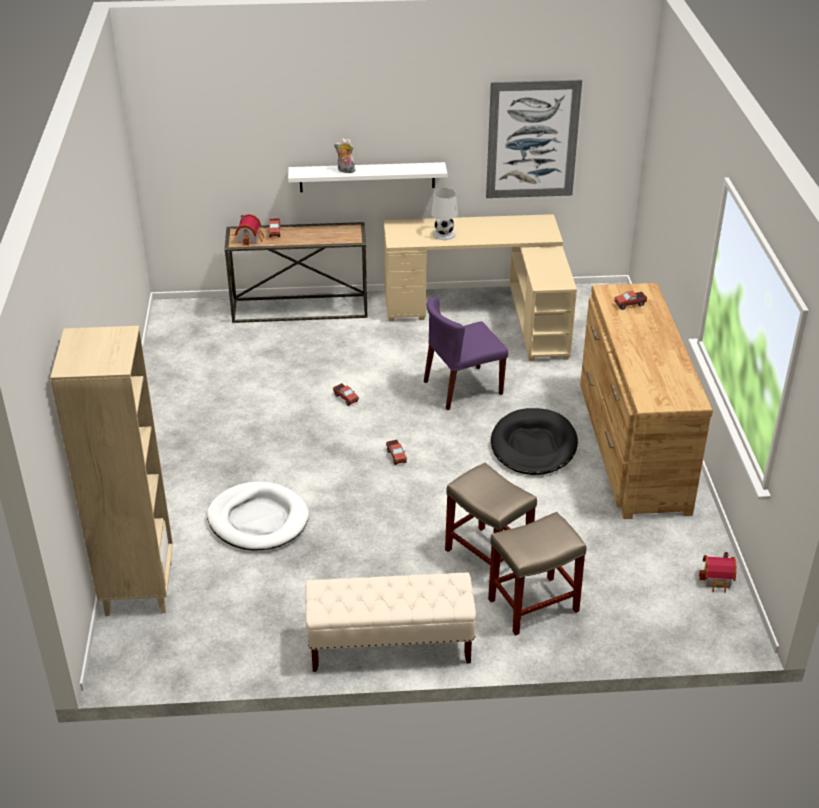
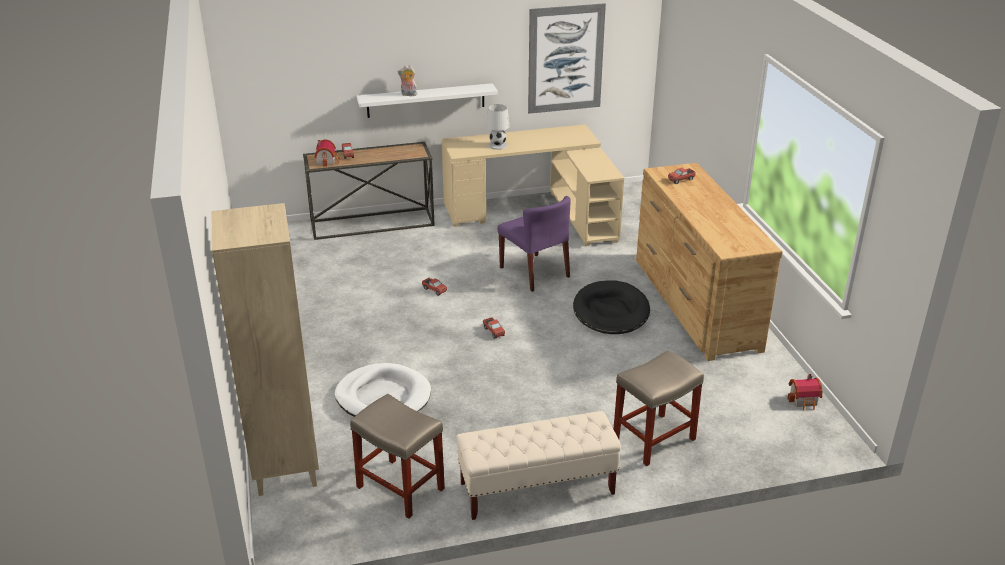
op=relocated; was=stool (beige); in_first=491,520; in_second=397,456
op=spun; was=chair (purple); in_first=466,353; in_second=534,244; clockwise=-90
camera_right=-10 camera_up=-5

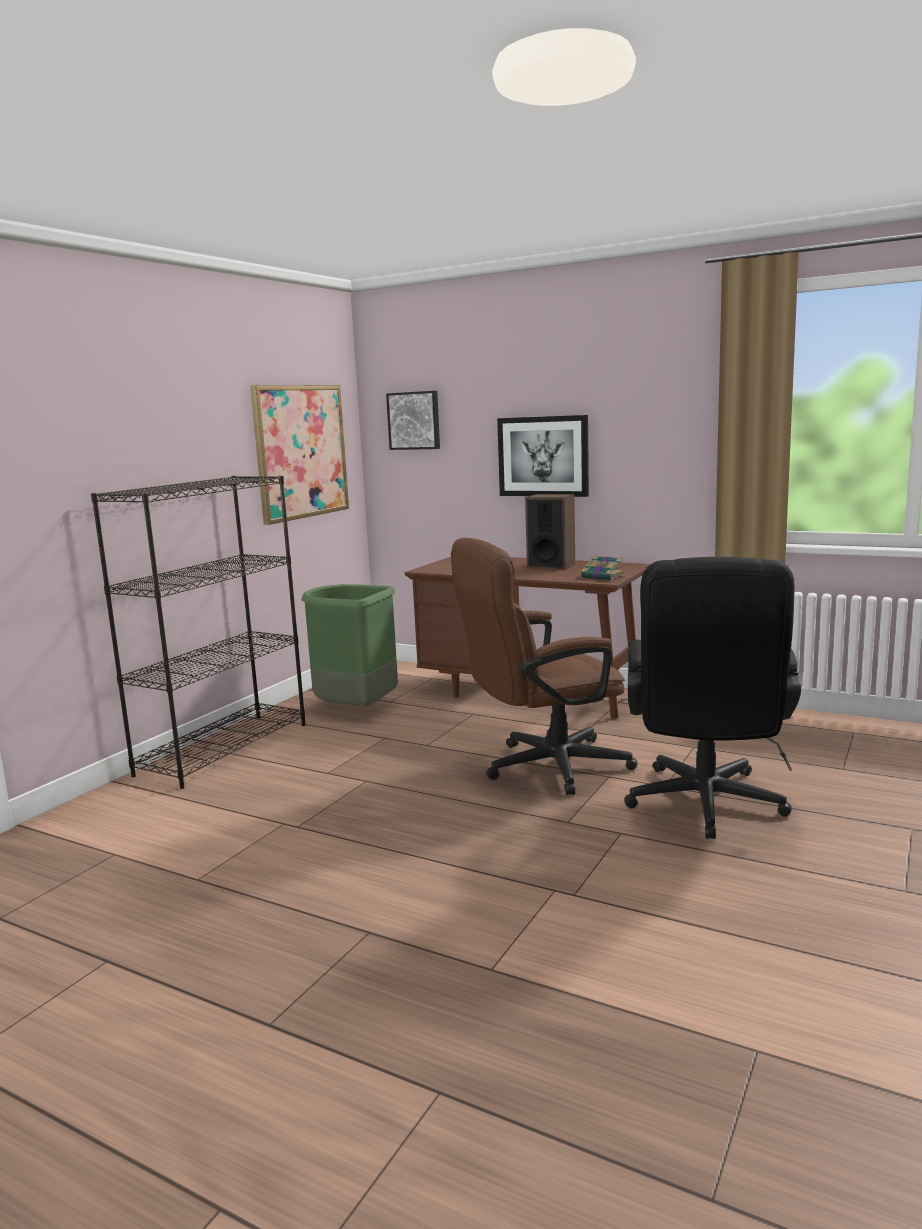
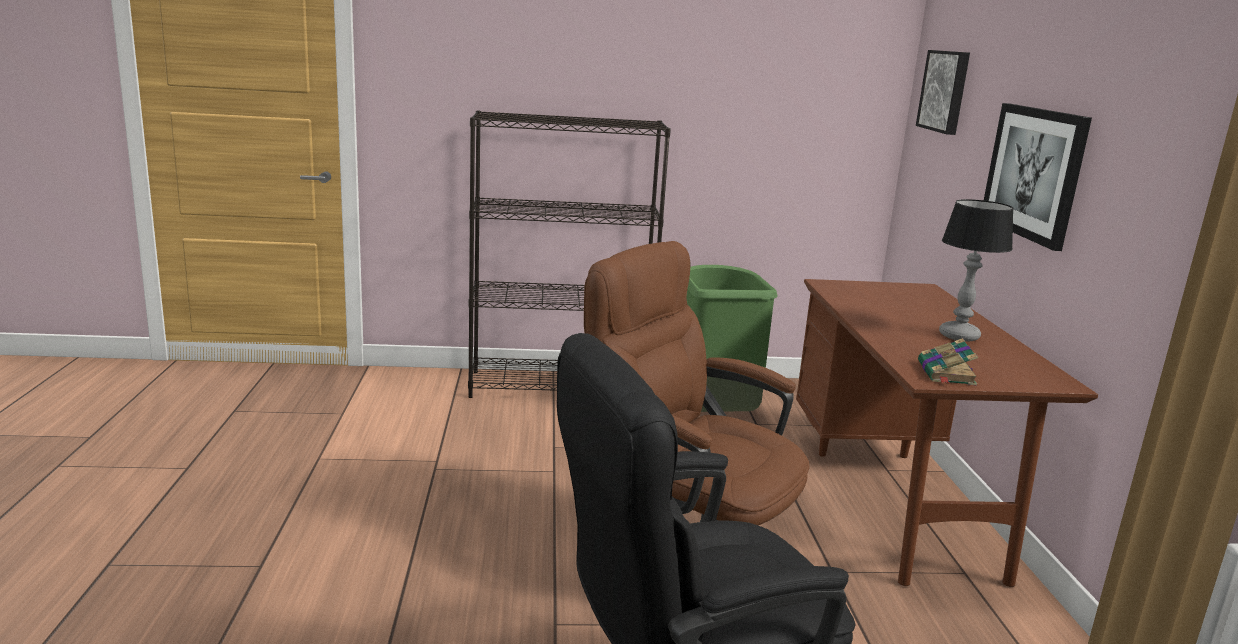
op=missing; was=picture; in_first=299,455
op=exchanged; was=speaker; now=table lamp; in_first=550,532; in_second=976,270
camera_right=55 camera_up=5

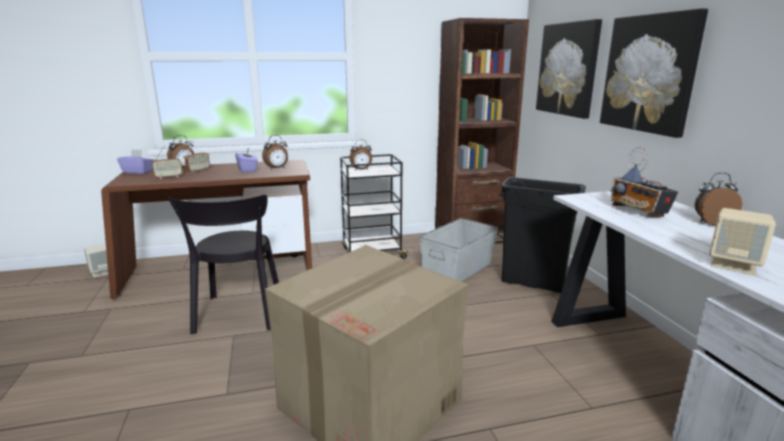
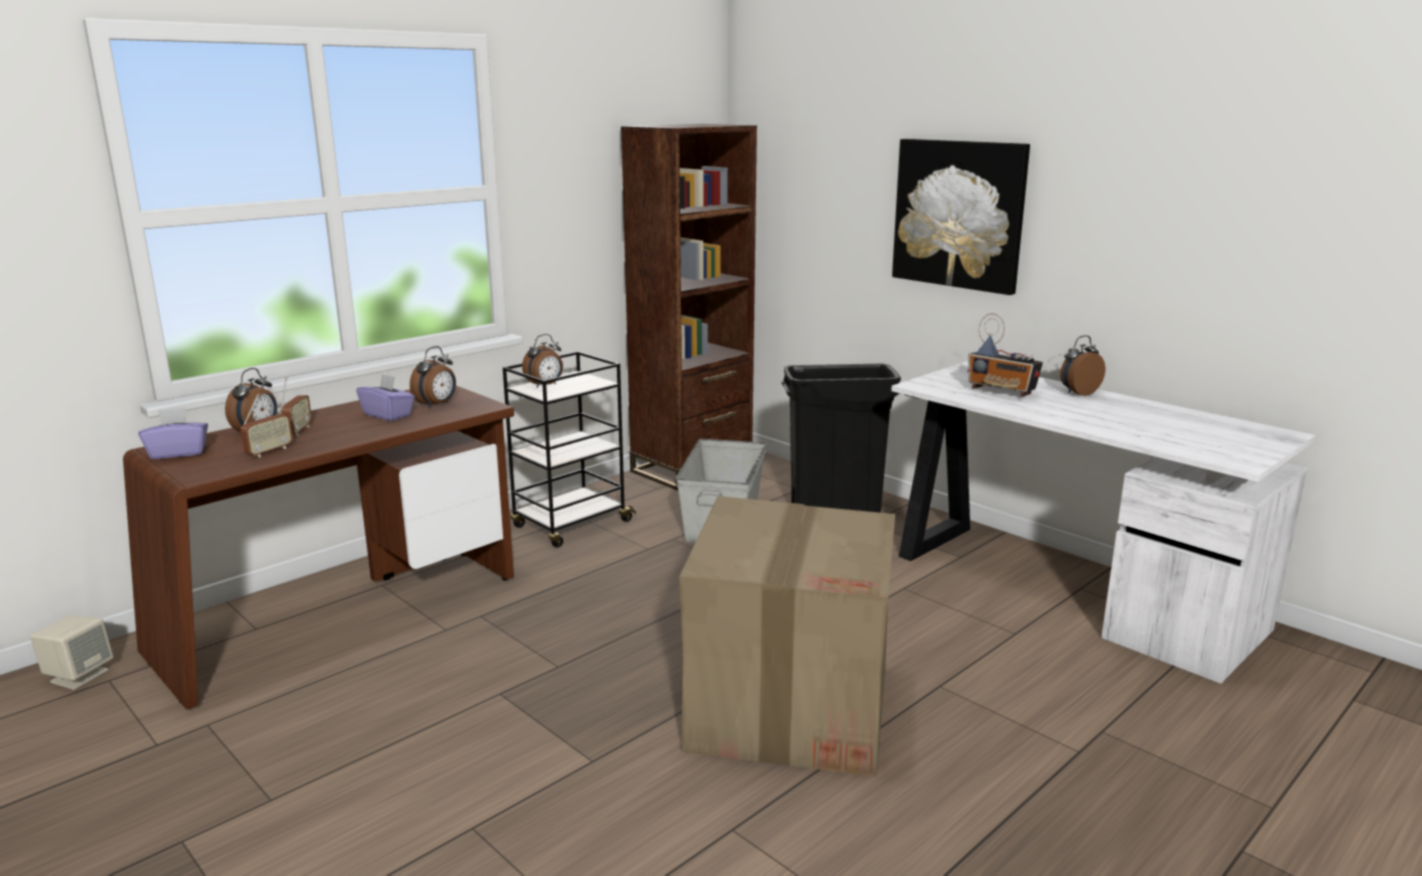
op=missing; was=chair (black); in_first=223,264
op=missing; was=picture; in_first=569,69
op=missing; was=speaker (beige); in_first=742,242
camera_right=-30 camera_up=0

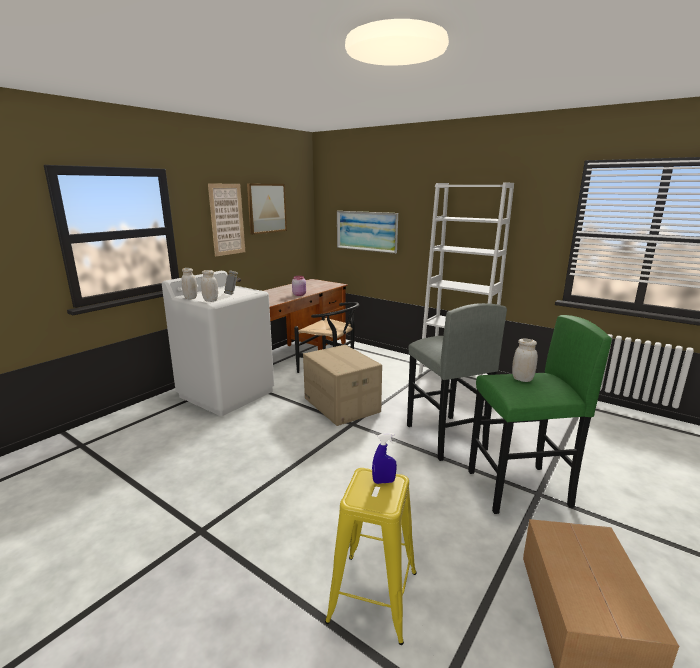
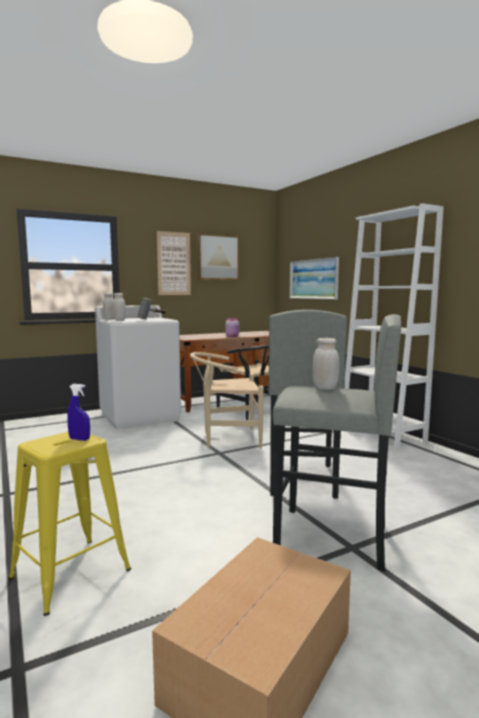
op=exchanged; was=cardboard box; now=chair (beige); in_first=342,385; in_second=227,400
op=colour; was=stool (green); now=stool (grey); in_first=540,414; in_second=337,442
camera_right=25 camera_up=-10

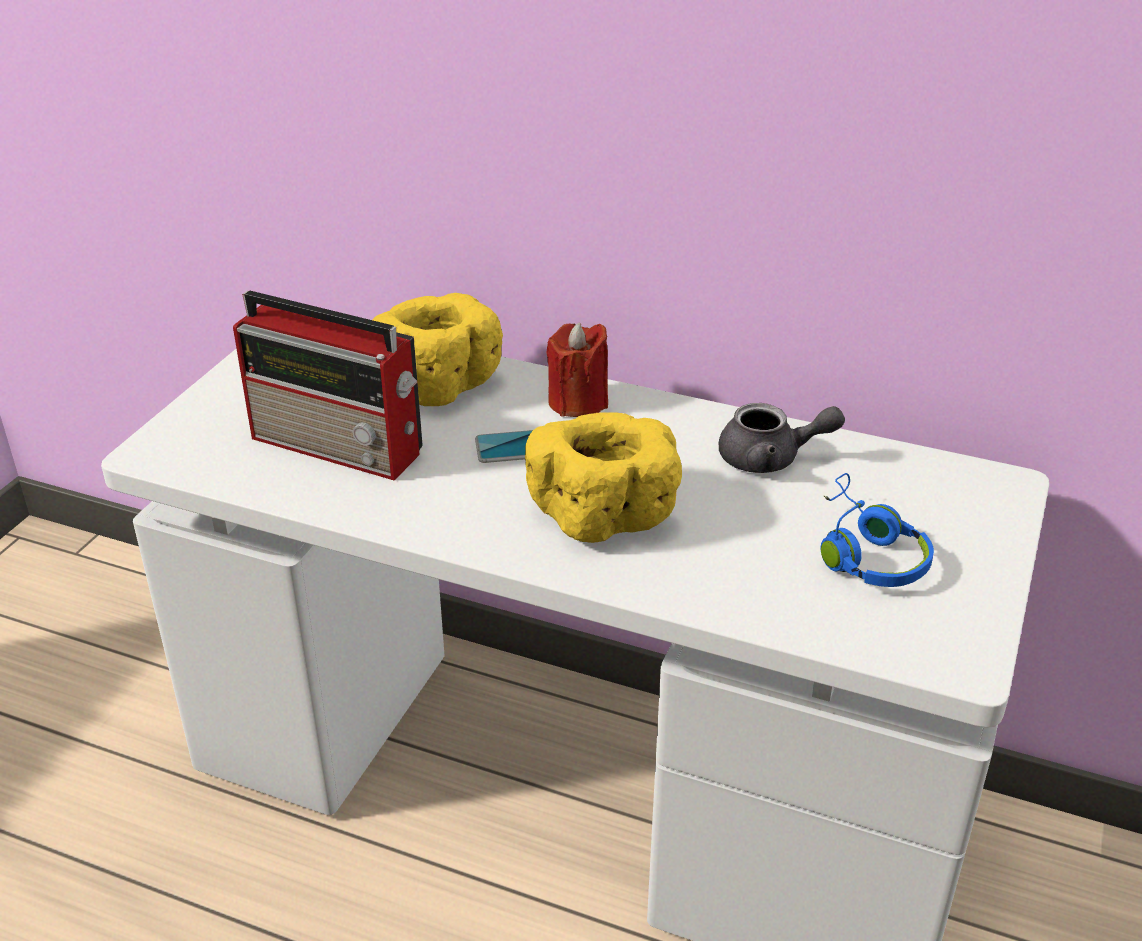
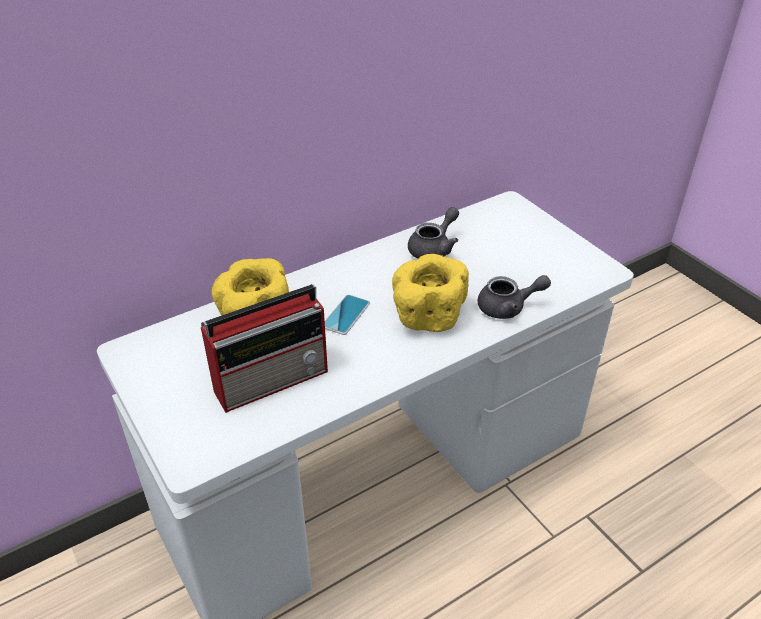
op=missing; was=candle (red); in_first=577,369
op=missing; was=headphones (blue); in_first=877,530
op=appeared; now=teapot (grey); in_second=514,297
camera_right=-55 camera_up=5

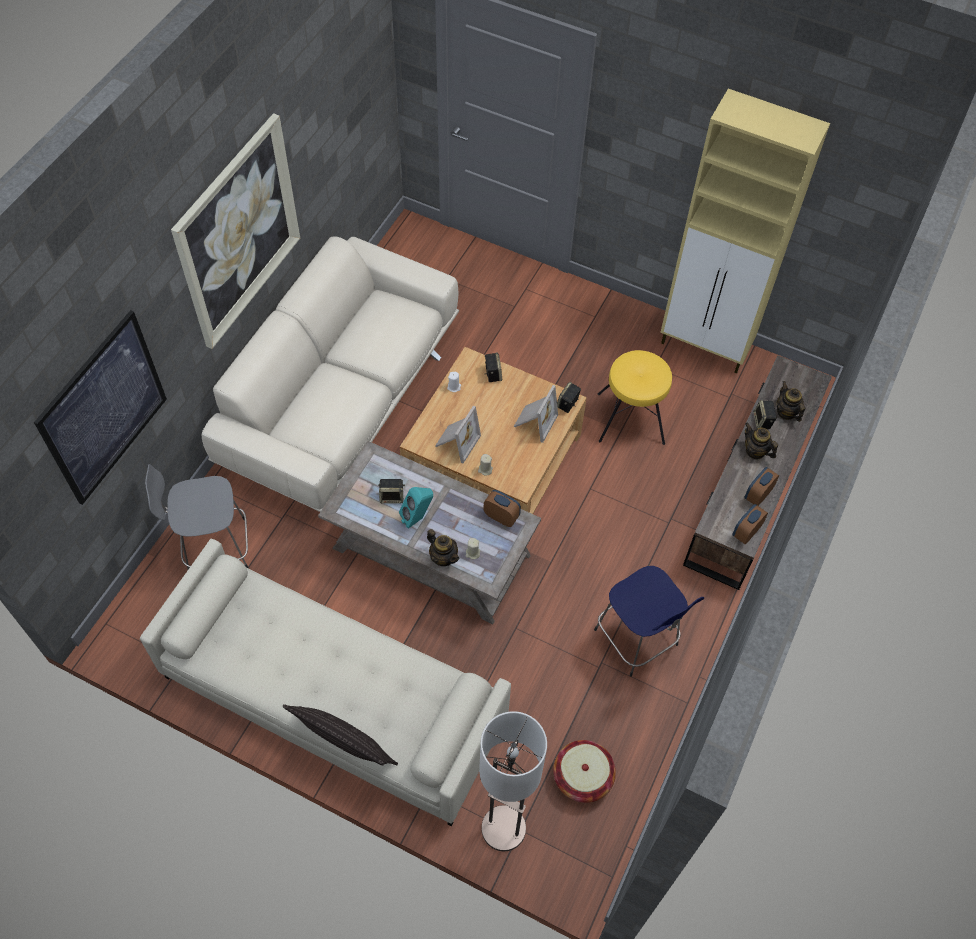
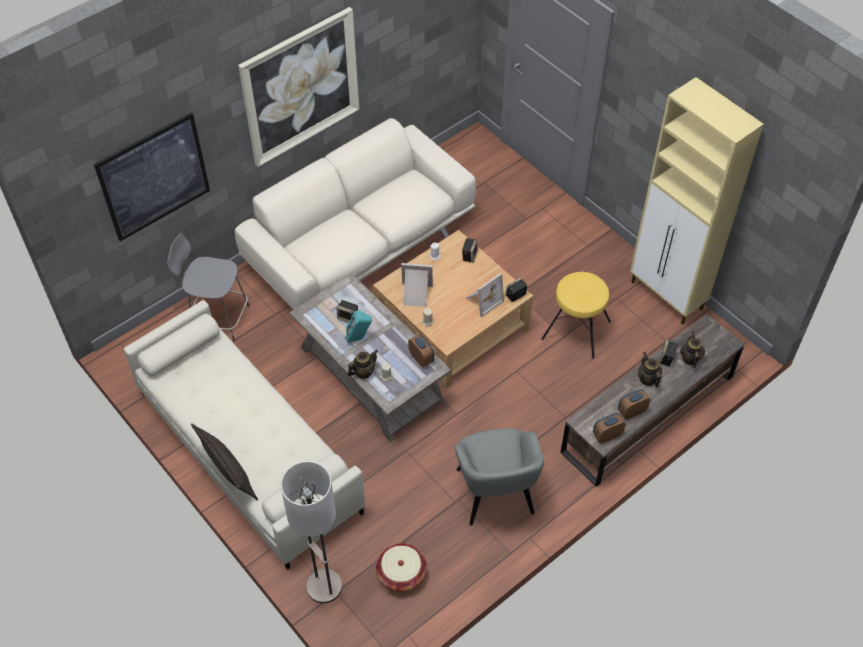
op=exchanged; was=stool (blue); now=armchair (grey); in_first=649,621; in_second=499,476
op=spun; was=teapot; in_first=443,547; in_second=363,364; clockwise=-105
op=spun; was=picture frame; in_first=458,434; in_second=417,285; clockwise=-135
camera_right=25 camera_up=-5

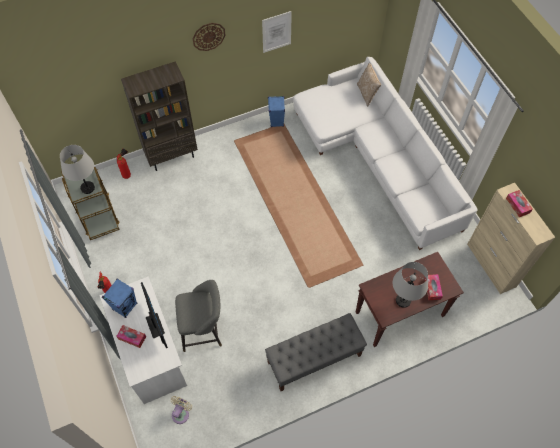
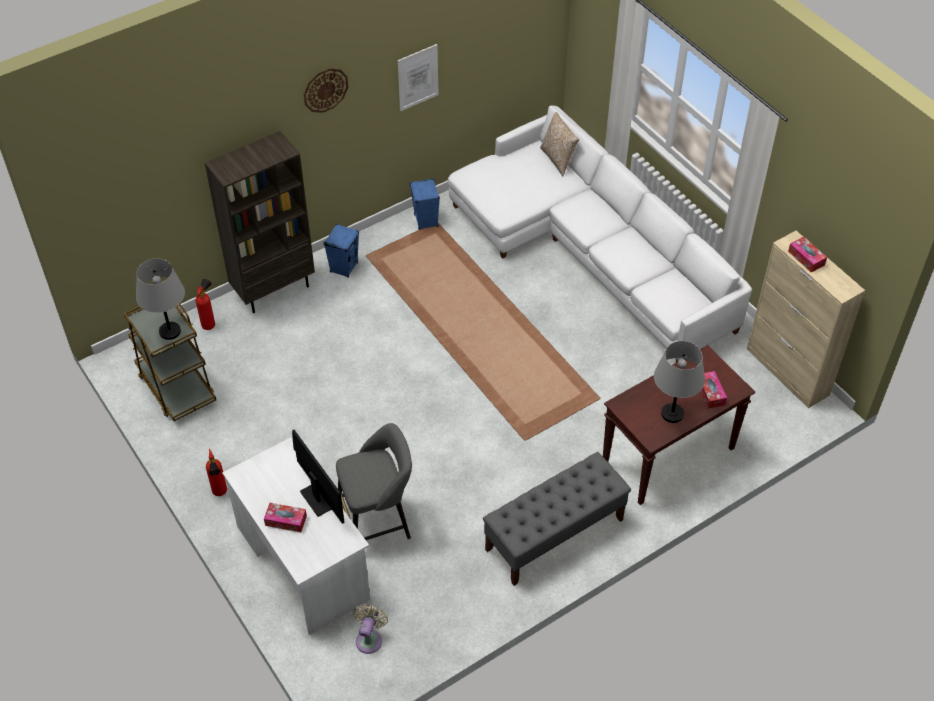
op=relocated; was=speaker (blue); in_first=119,298; in_second=341,251
camera_right=-10 camera_up=-10

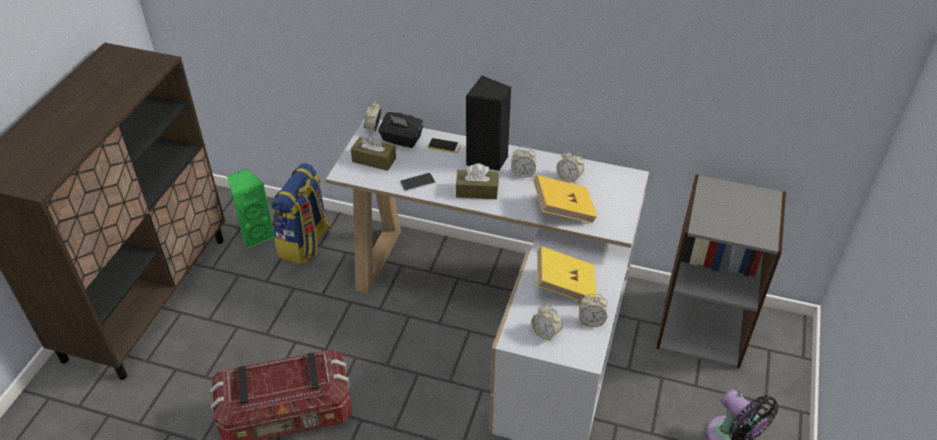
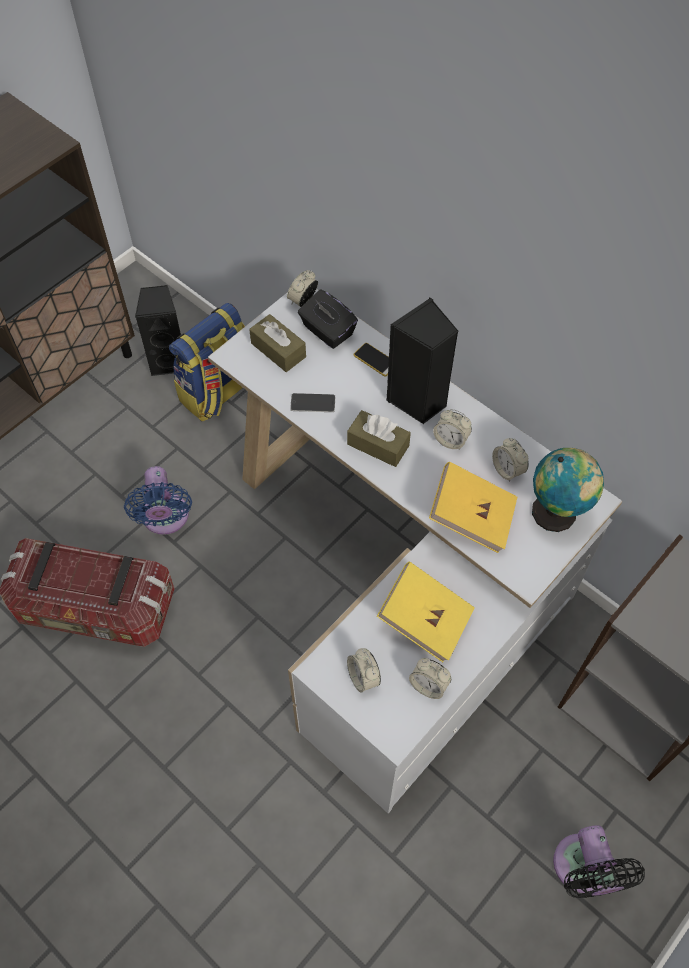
op=appeared; now=fan (blue); in_second=158,500
op=appeared; now=globe; in_second=568,490
op=colour; was=speaker (green); now=speaker (black); in_first=250,209; in_second=158,330
camera_right=25 camera_up=15

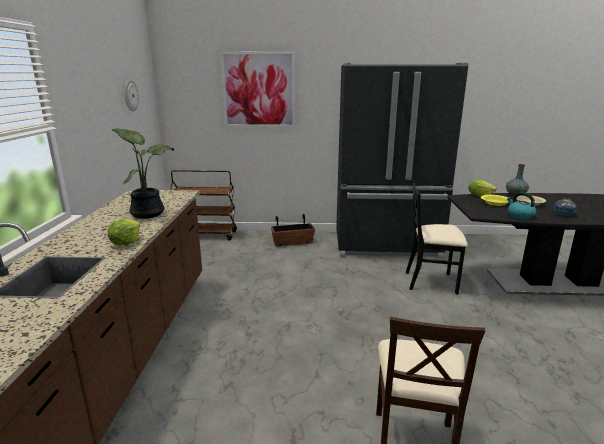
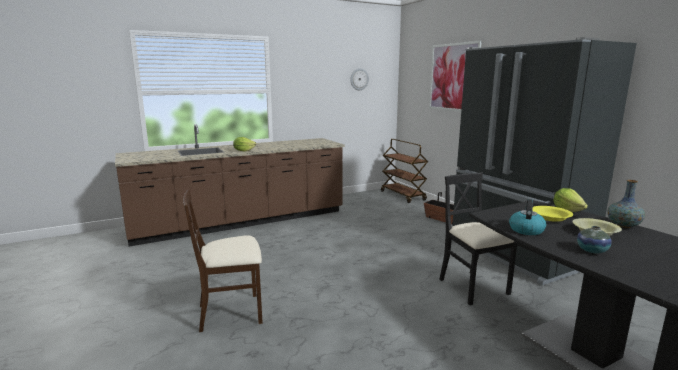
op=missing; was=potted plant; in_first=142,173
camera_right=60 camera_up=-5

